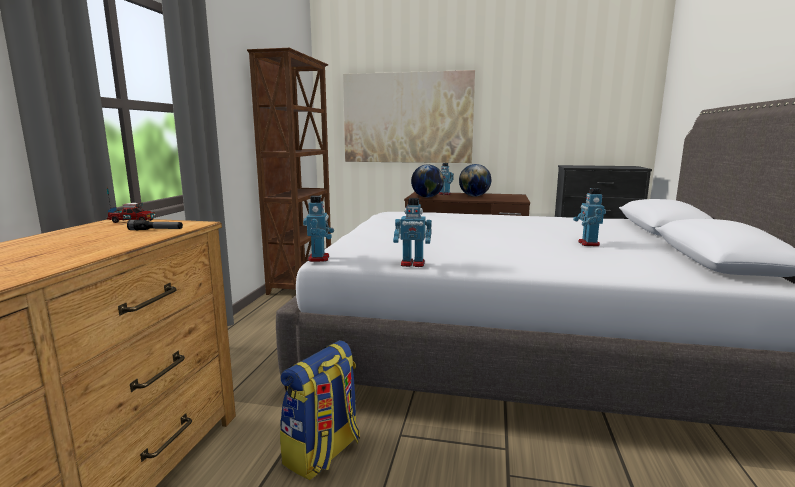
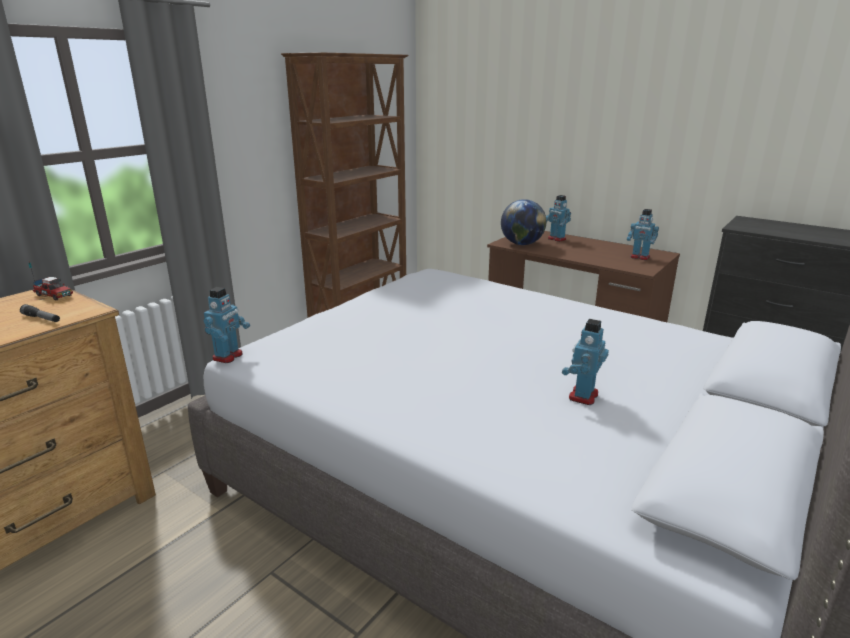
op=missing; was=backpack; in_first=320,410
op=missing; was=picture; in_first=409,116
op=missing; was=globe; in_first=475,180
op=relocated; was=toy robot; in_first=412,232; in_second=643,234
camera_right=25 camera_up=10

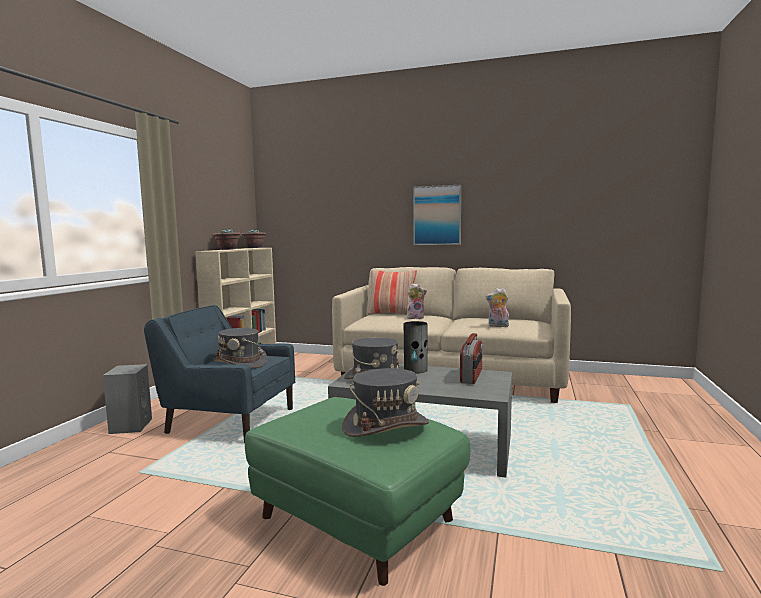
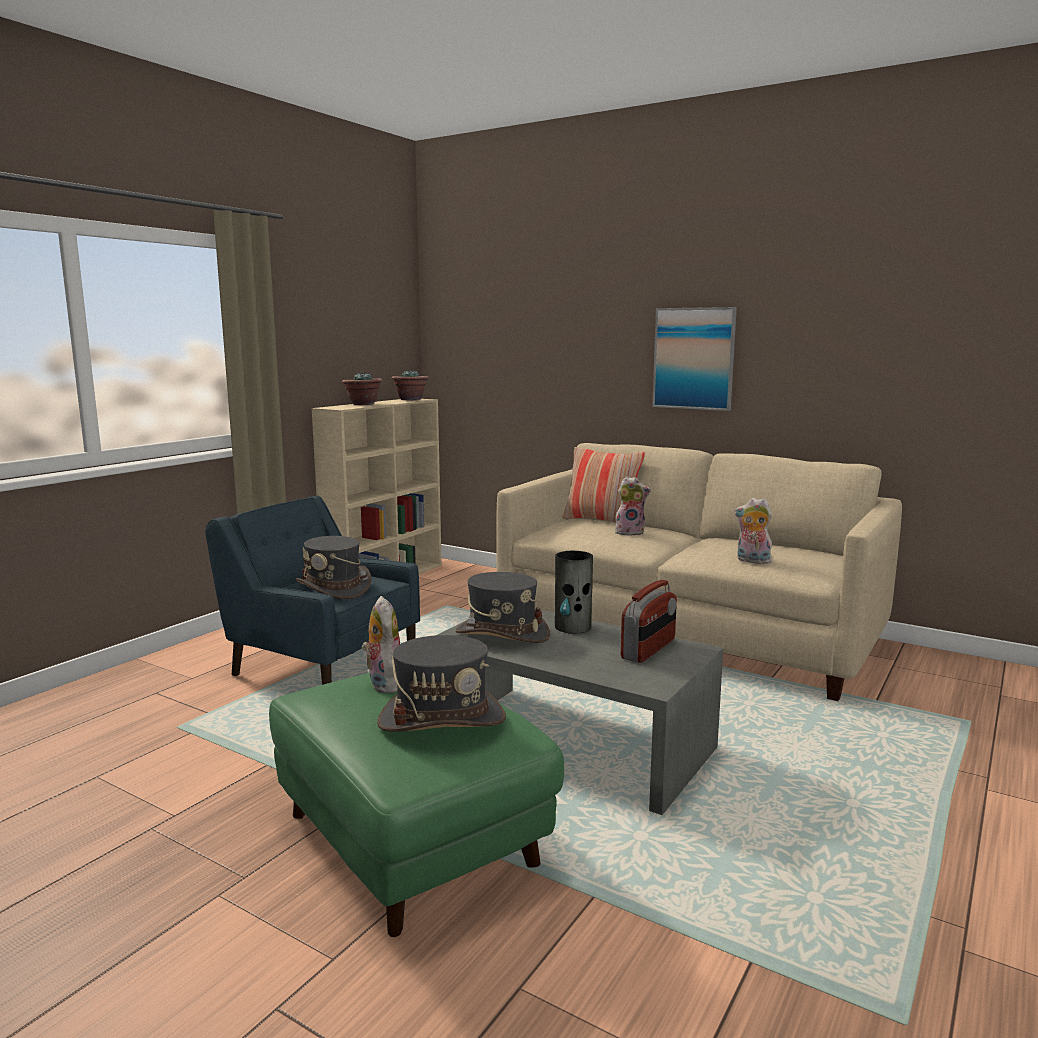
op=missing; was=speaker (grey); in_first=127,399
op=appeared; now=plush toy; in_second=381,644
camera_right=15 camera_up=5

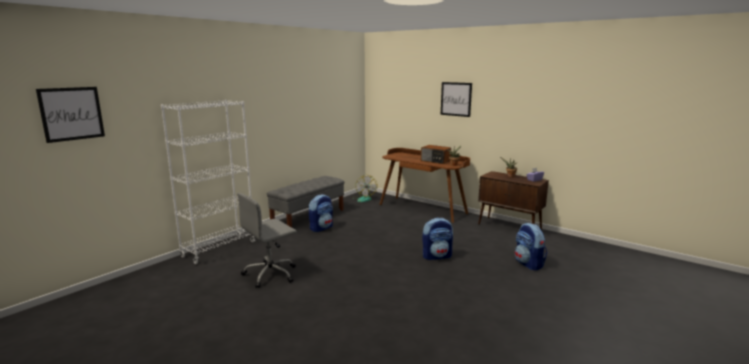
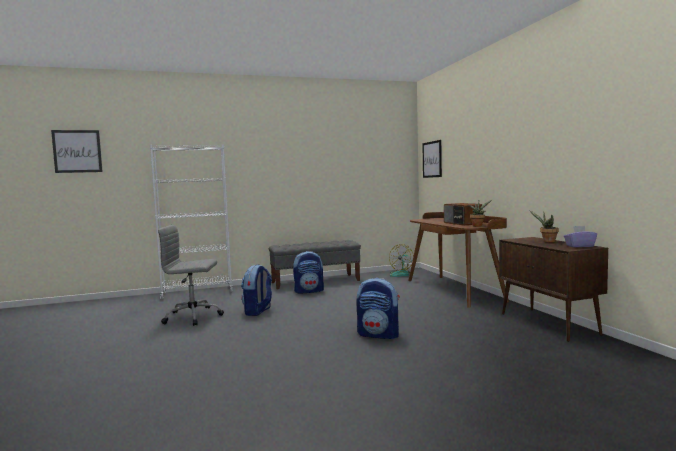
op=relocated; was=picture; in_first=456,99; in_second=432,159
op=relocated; was=backpack; in_first=531,246; in_second=256,290
camera_right=35 camera_up=-10

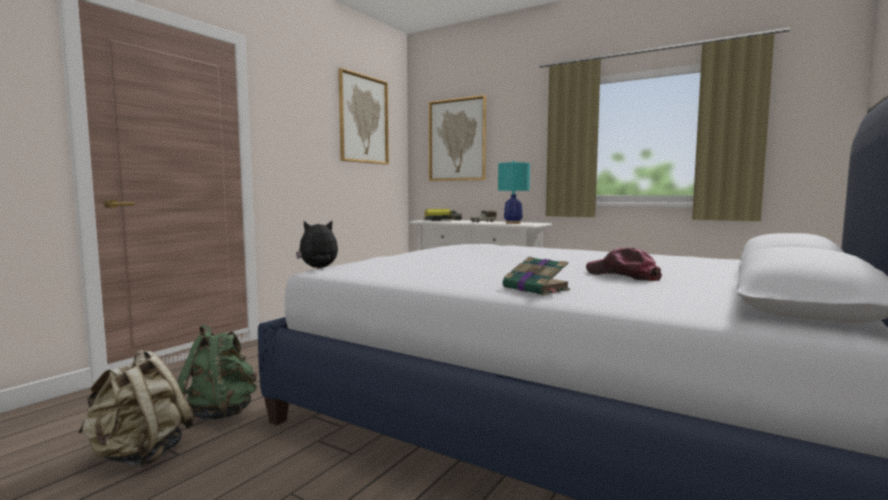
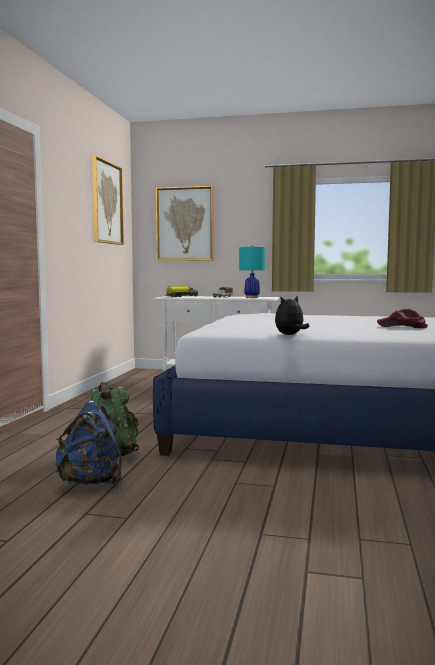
op=missing; was=book; in_first=536,276
op=relocated; was=plush toy; in_first=317,244; in_second=292,315
op=colour; was=backpack (beige); now=backpack (blue); in_first=136,408; in_second=89,441
camera_right=-20 camera_up=0

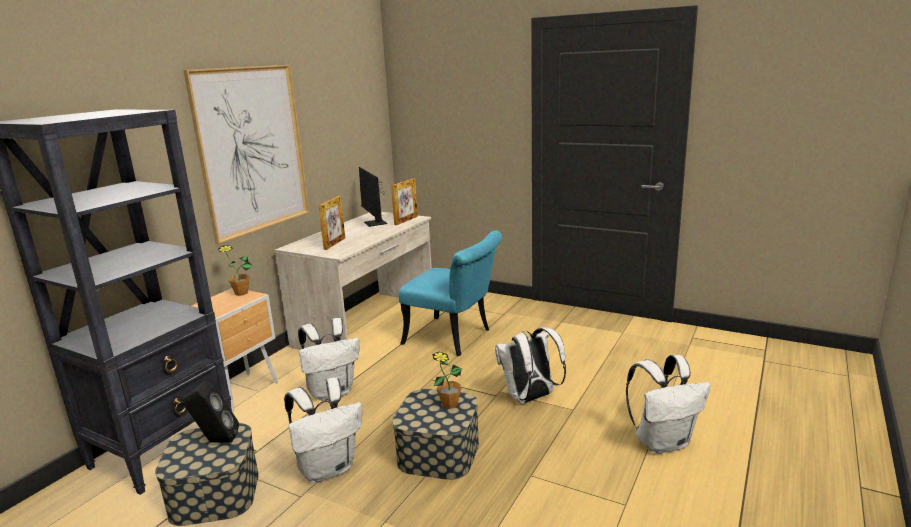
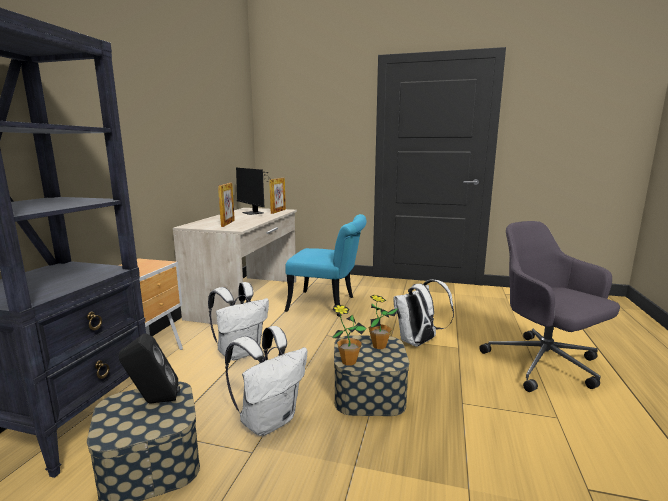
op=missing; was=picture; in_first=246,154
op=relocated; was=potted plant; in_first=235,271; in_second=349,335
op=exchanged; was=backpack (white); now=office chair (grey); in_first=668,404; in_second=549,306
camera_right=-15 camera_up=-5

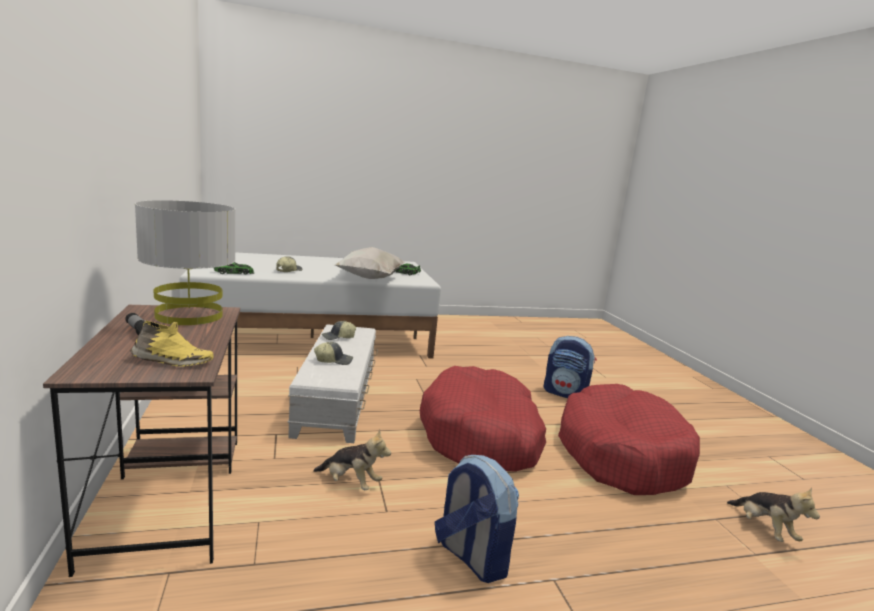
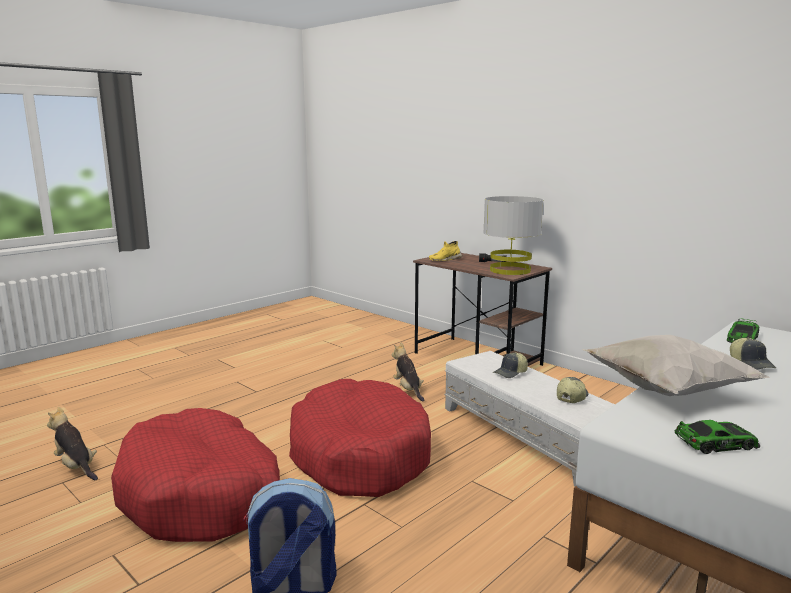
op=missing; was=backpack; in_first=477,519
op=spun; was=plush toy; in_first=352,460; in_second=408,372; clockwise=75
camera_right=150 camera_up=0

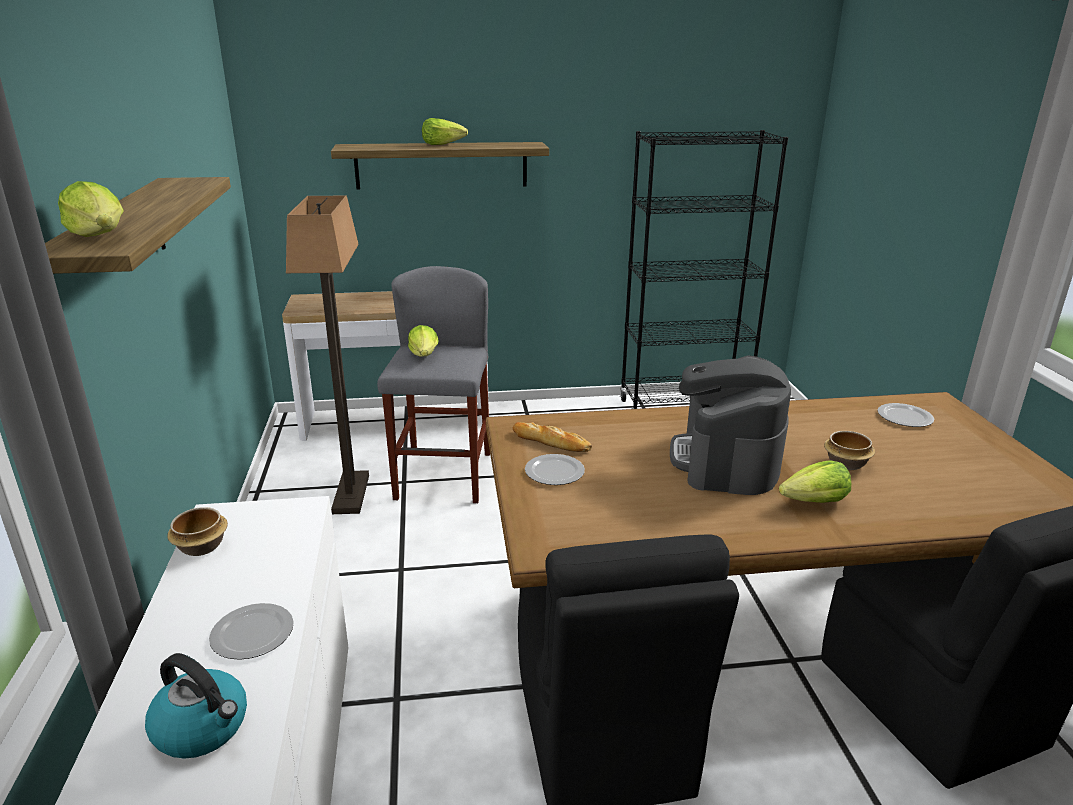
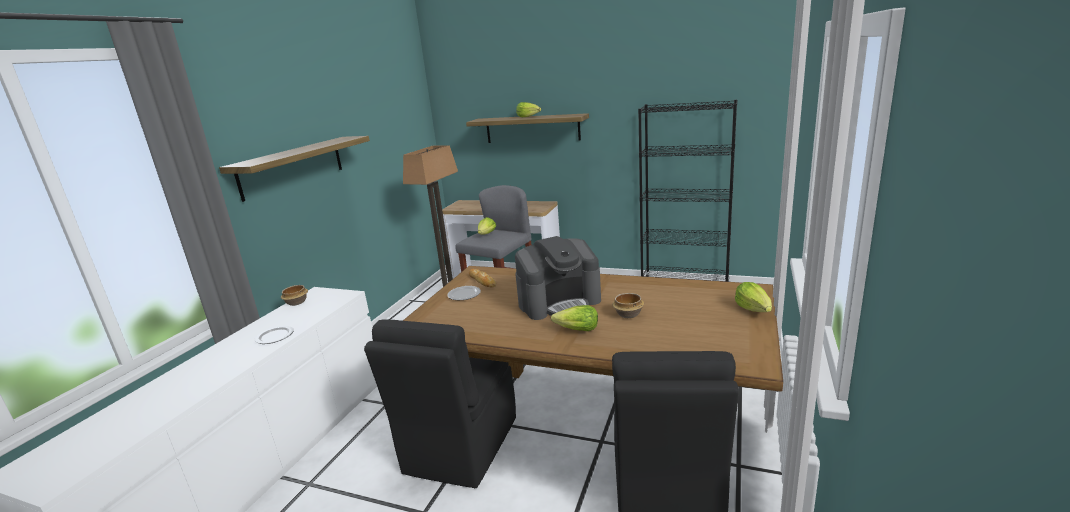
op=missing; was=kettle; in_first=196,706
op=missing; was=plate; in_first=906,415
op=relocated; was=lettuce; in_first=90,209; in_second=753,297
op=spun; was=coffee machine; in_first=730,425; in_second=558,278; clockwise=-150
camera_right=30 camera_up=-5

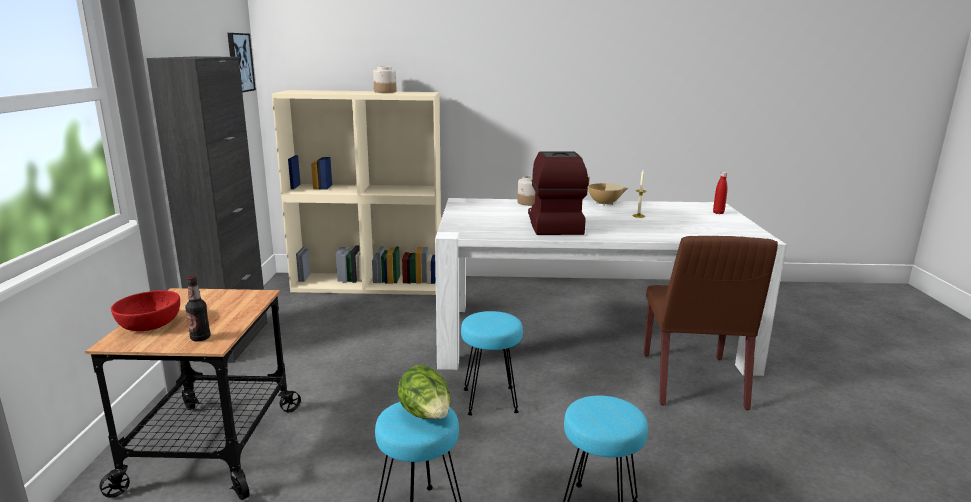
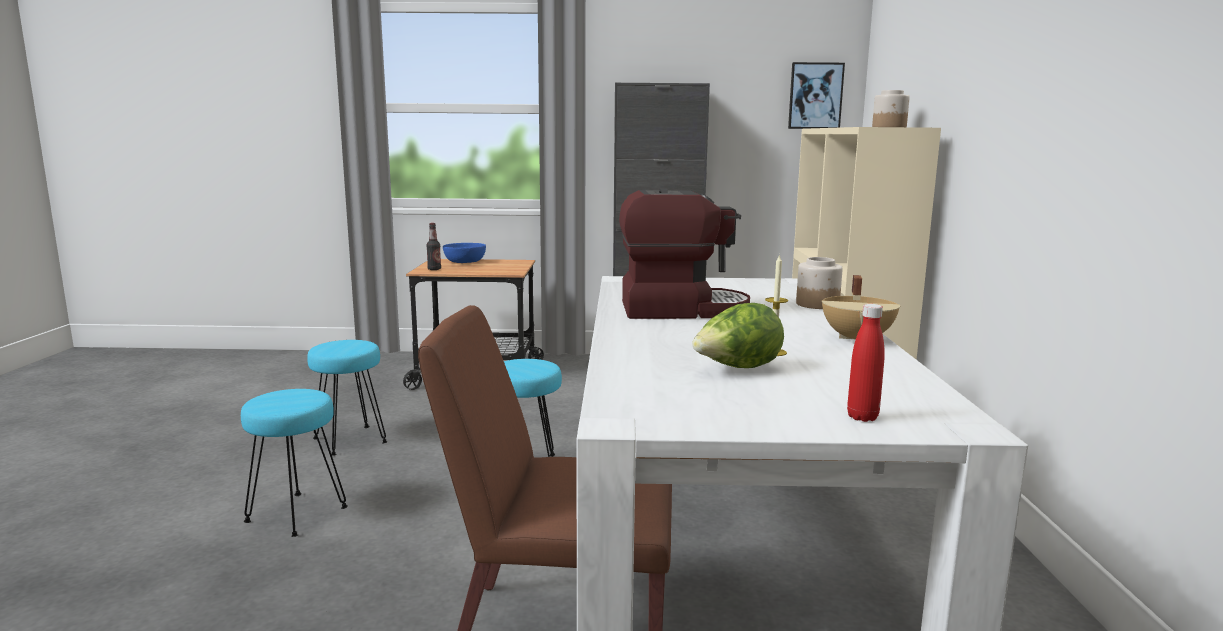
op=relocated; was=lettuce; in_first=424,392; in_second=738,335
op=colour; was=bowl (red); now=bowl (blue); in_first=145,310; in_second=464,253
camera_right=90 camera_up=-5

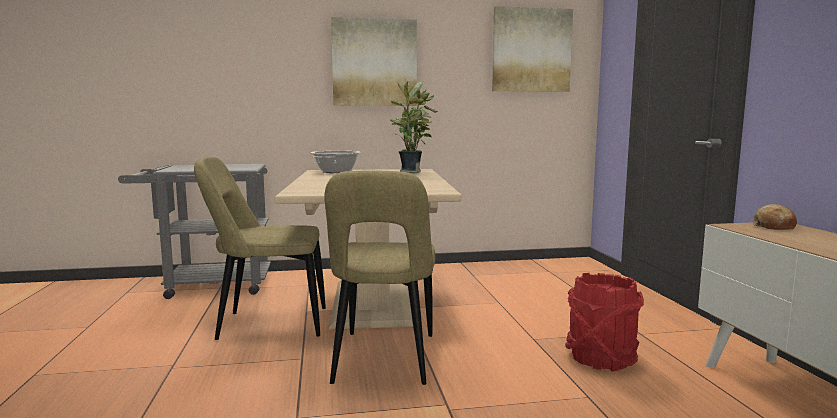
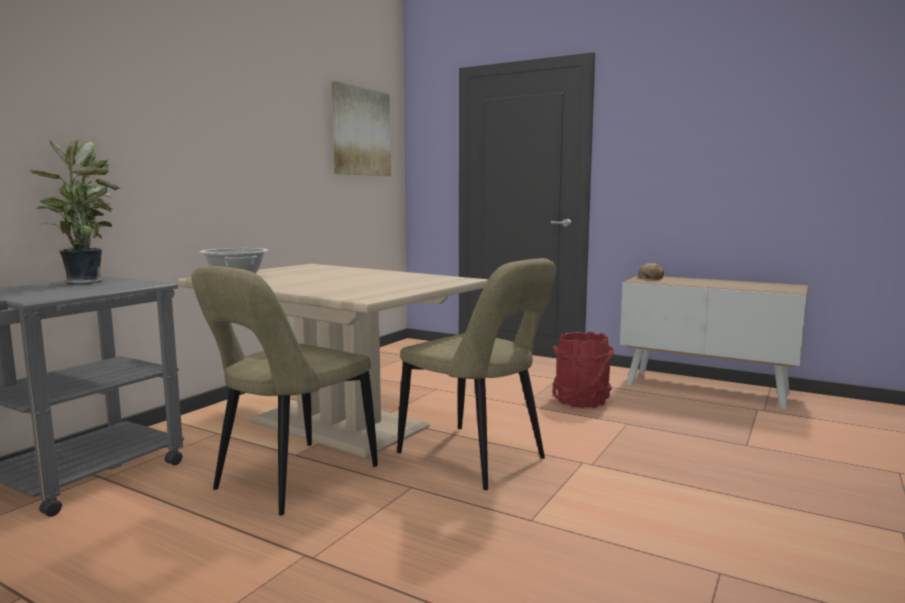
op=missing; was=picture; in_first=374,61
op=relocated; was=potted plant; in_first=413,127; in_second=75,212
camera_right=-50 camera_up=0

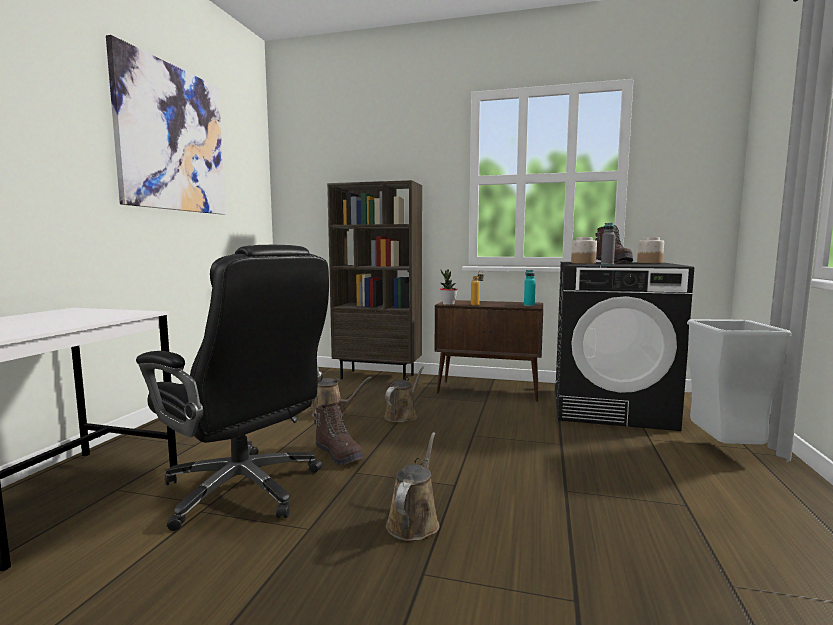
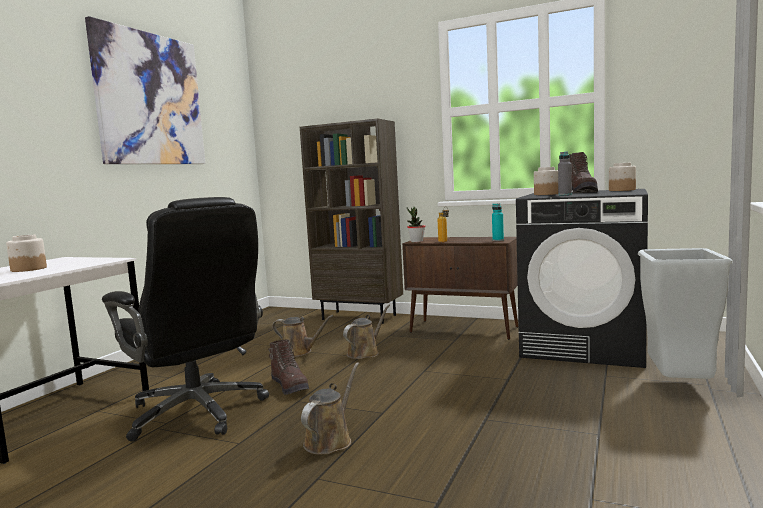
op=appeared; now=jar; in_second=26,253
camera_right=10 camera_up=0

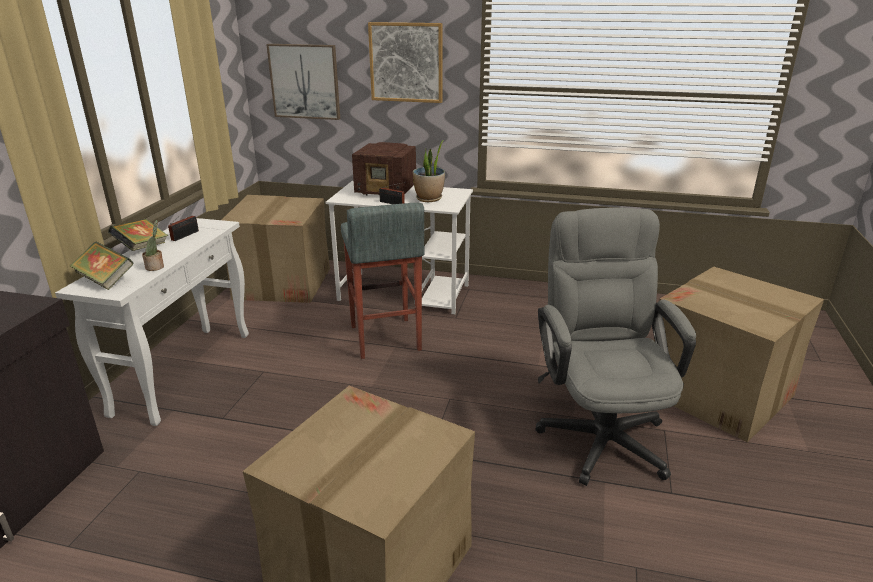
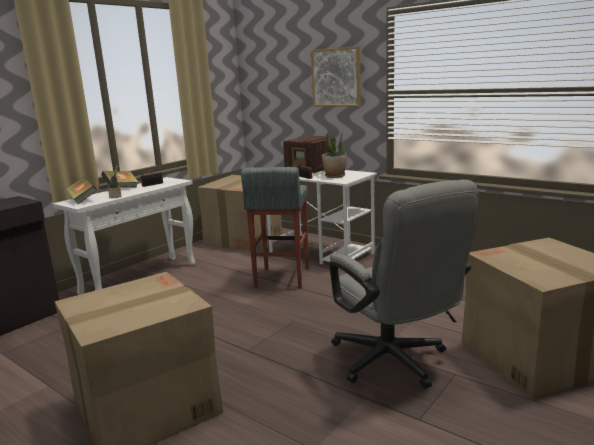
op=missing; was=picture; in_first=303,82
op=spun; was=office chair (grey); in_first=615,347; in_second=404,284; clockwise=135
camera_right=25 camera_up=-10

